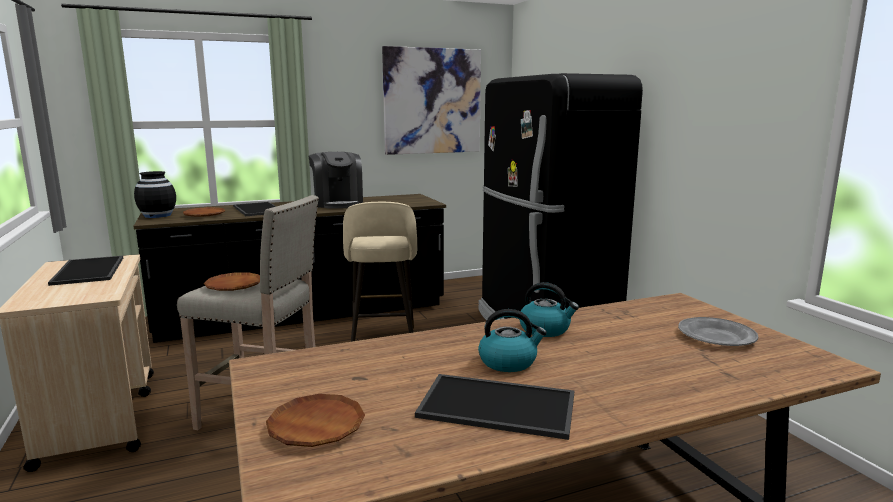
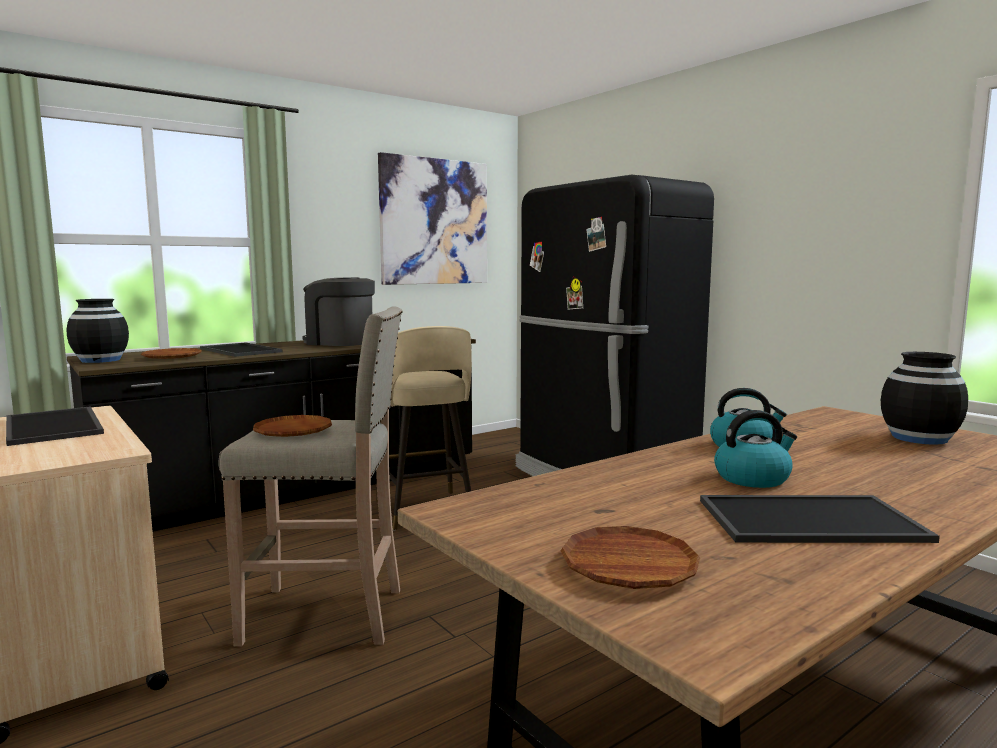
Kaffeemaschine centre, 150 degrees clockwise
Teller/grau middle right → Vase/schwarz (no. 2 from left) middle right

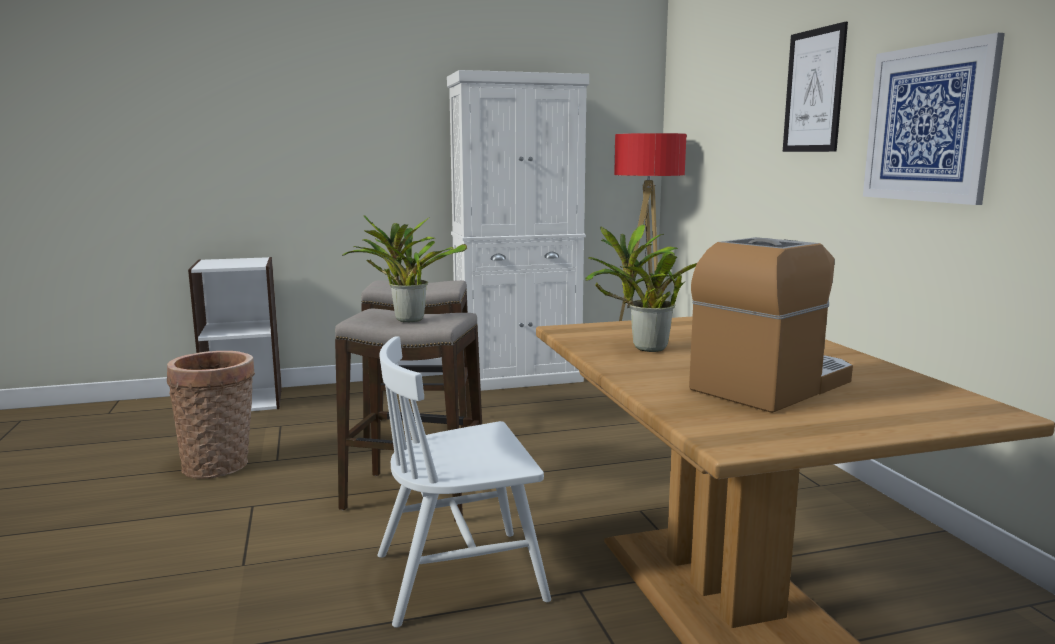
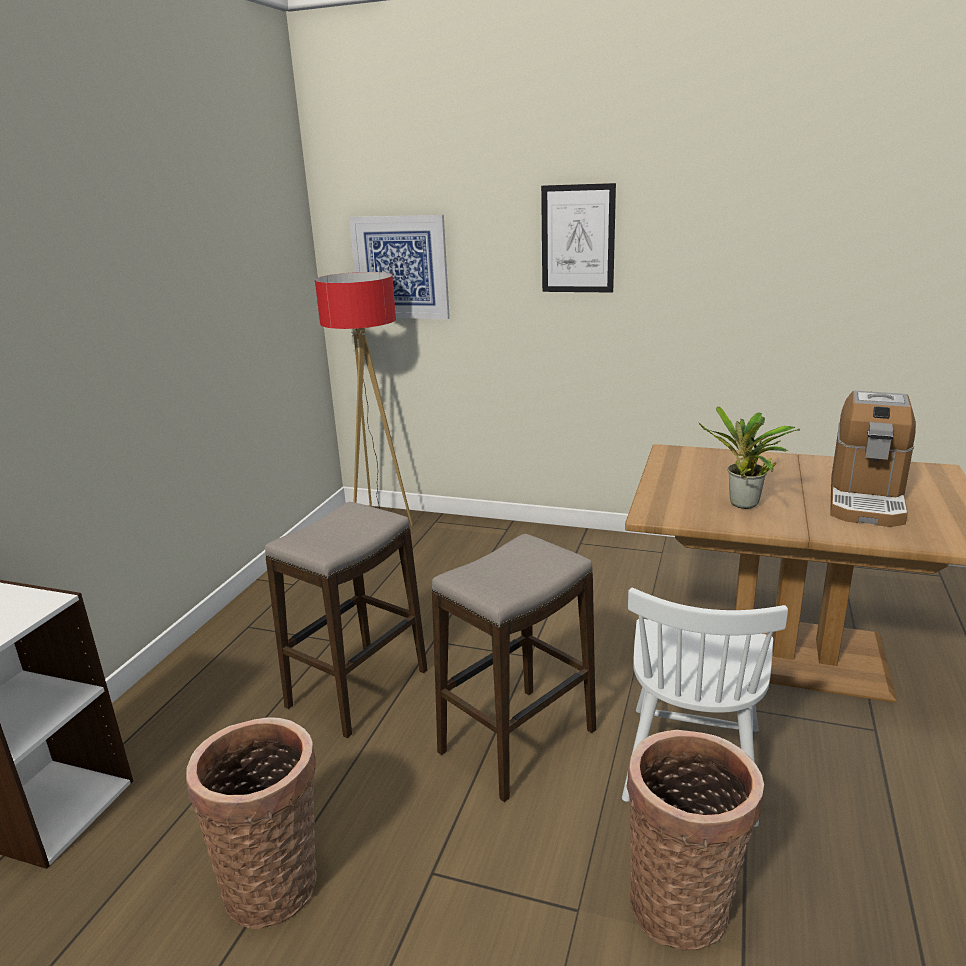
Bild (no. 2 from left in the first image) top right → Bild (no. 1 from left) top centre, shifted
Schrank/weiß centre → -
Topfpflanze (no. 1 from left) centre → -
Kaffeemaschine middle right, 150 degrees counterclockwise
- → Korb (no. 2 from left) bottom right

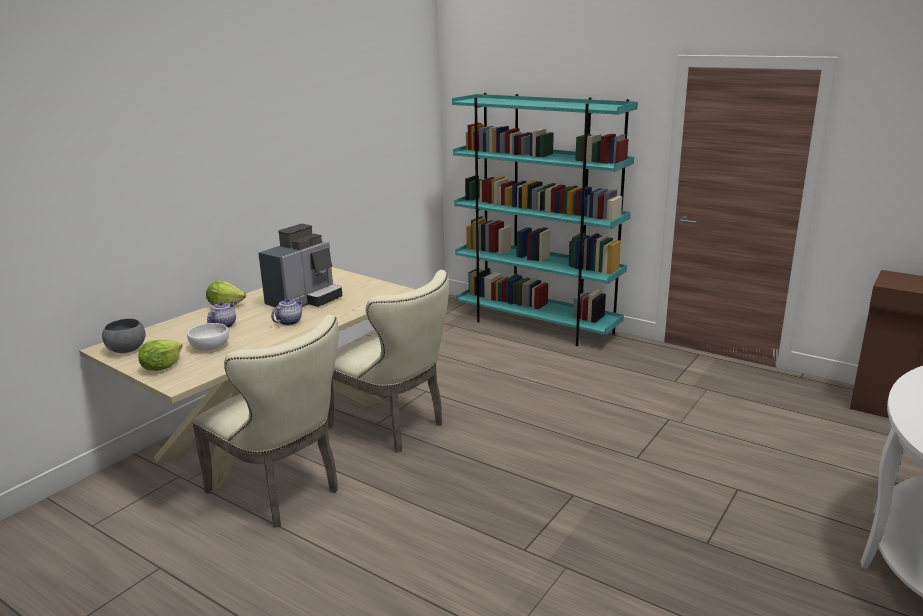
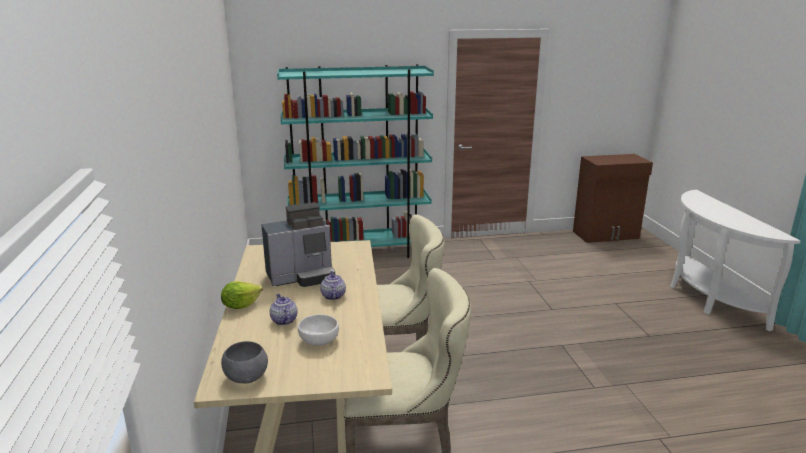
Kaffeemaschine middle left → Kaffeemaschine centre, 75 degrees clockwise
Salatkopf (no. 1 from left) middle left → -

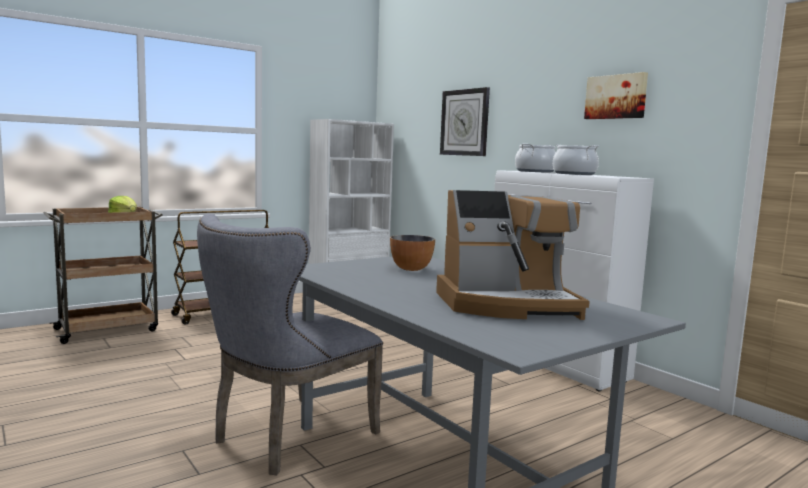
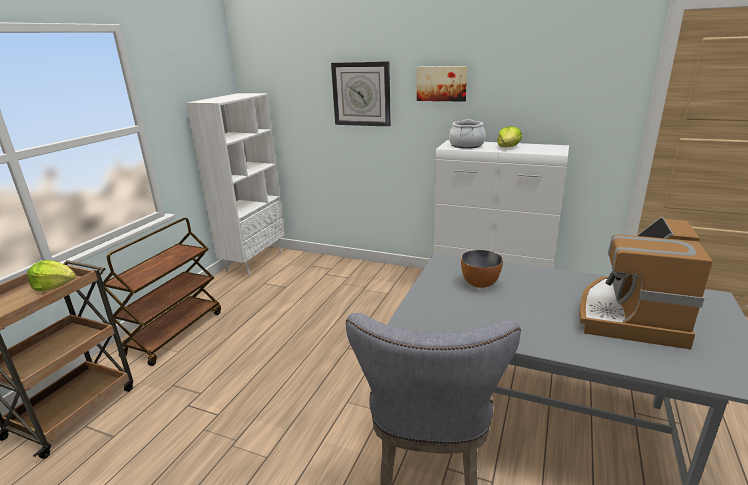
Bild top right → Bild top centre, shifted
Kochtopf (no. 2 from left) top right → Salatkopf (no. 2 from left) top right
Kaffeemaschine centre → Kaffeemaschine middle right, 150 degrees clockwise

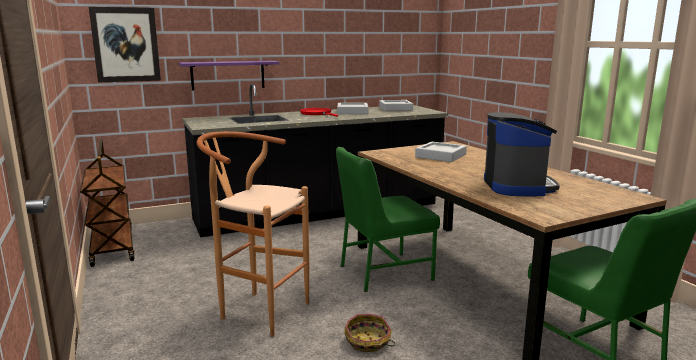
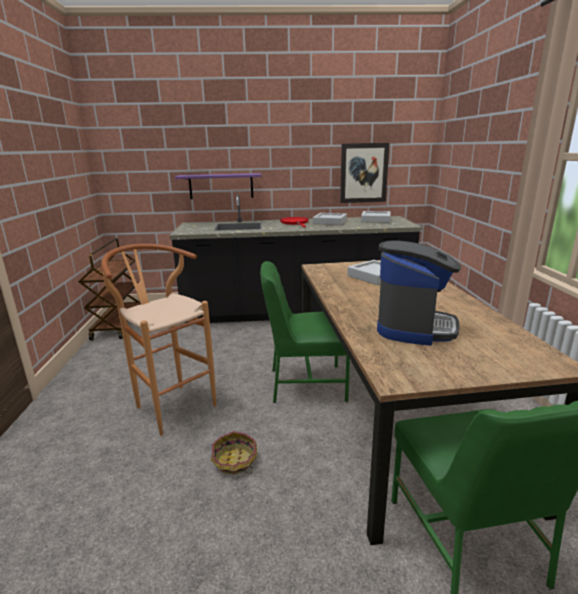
Bild top left → Bild top centre, shifted

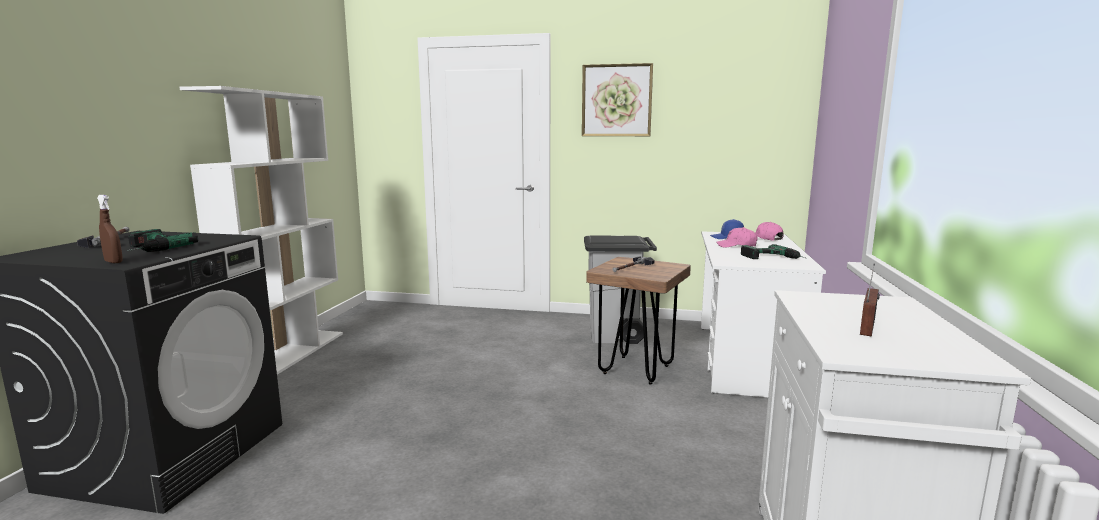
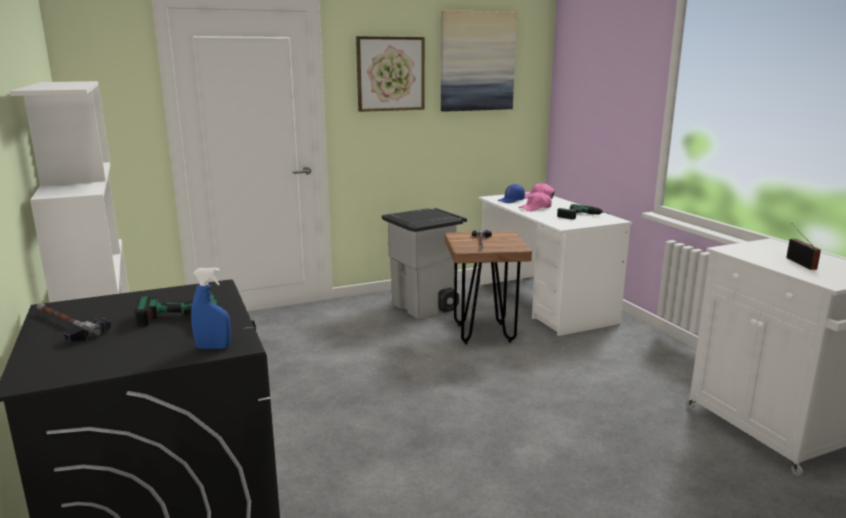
Sprühflasche/braun middle left → Sprühflasche/blau middle left
- → Bild (no. 2 from left) top centre

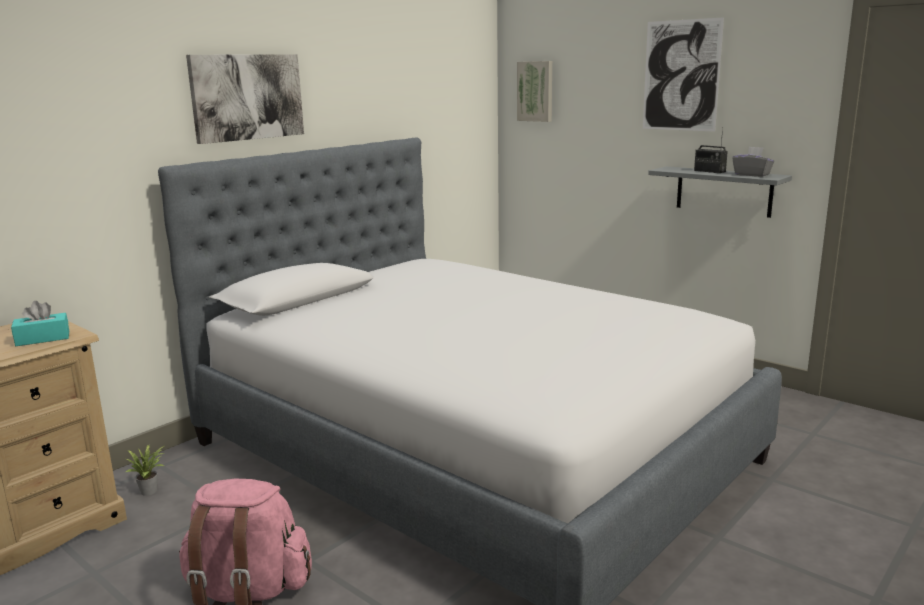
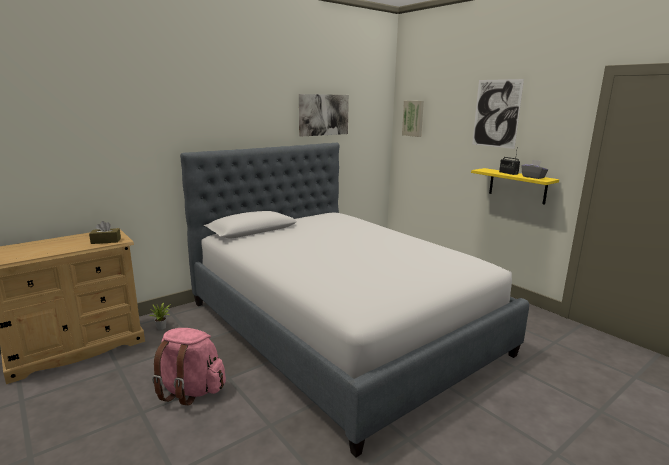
Bild (no. 1 from left) top left → Bild (no. 1 from left) top centre, shifted
Wandregal/grau top right → Wandregal/gelb middle right
Taschentuchbox/türkis middle left → Taschentuchbox/braun middle left

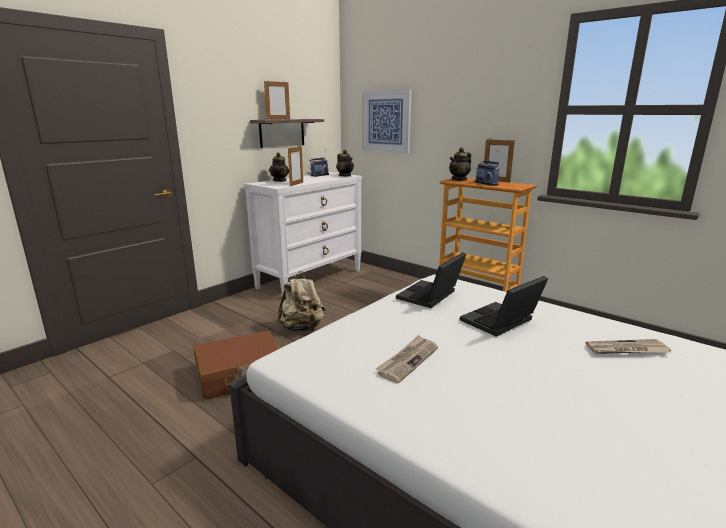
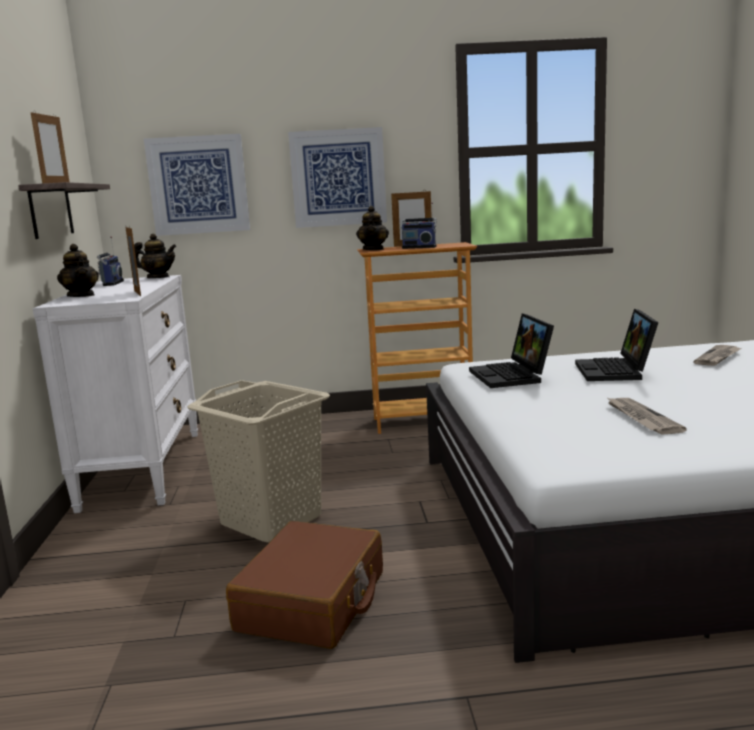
Rucksack/beige centre → Wäschekorb/beige centre
- → Bild (no. 2 from left) top centre

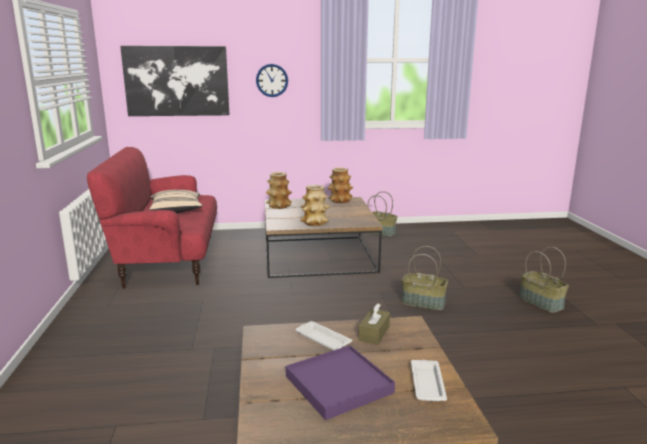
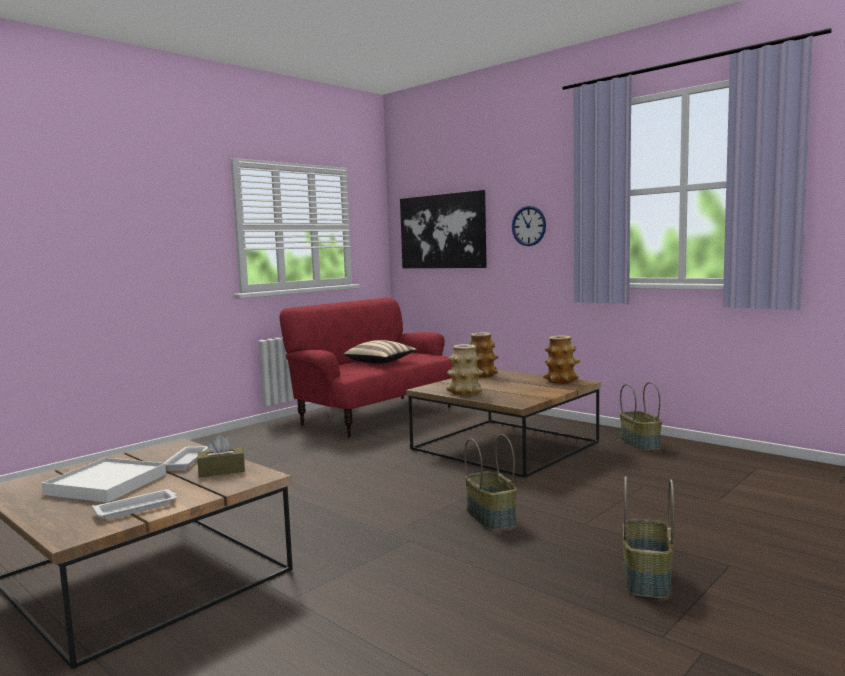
Tablett/lila bottom centre → Tablett/weiß (no. 1 from left) bottom left

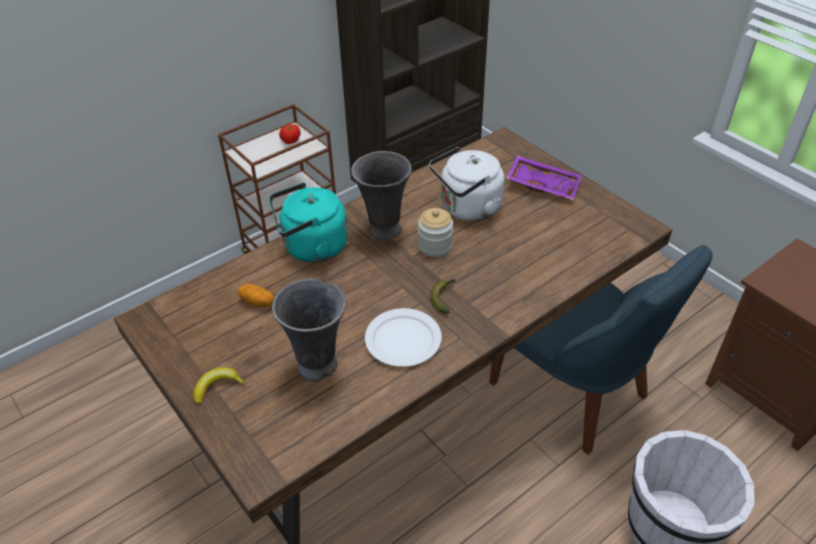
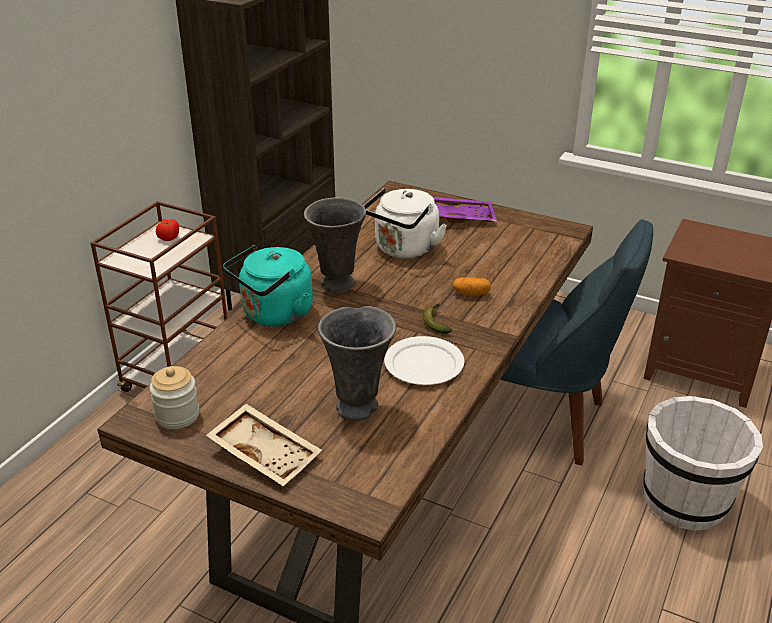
Vorratsglas centre → Vorratsglas middle left, shifted
Kartoffel middle left → Kartoffel centre, shifted
Banane (no. 1 from left) bottom left → Tablett/beige bottom centre

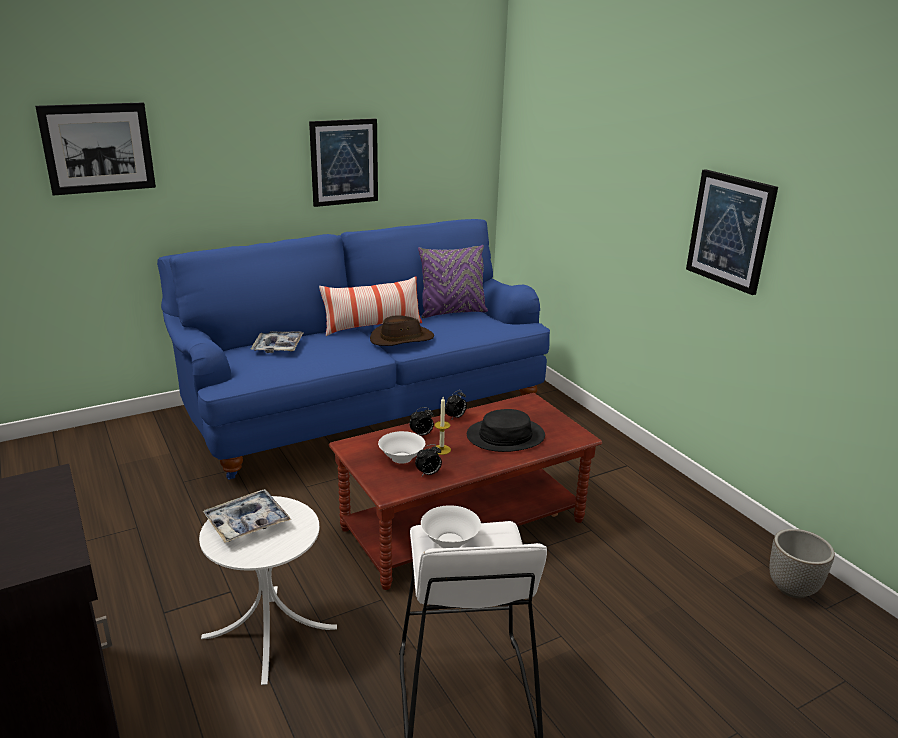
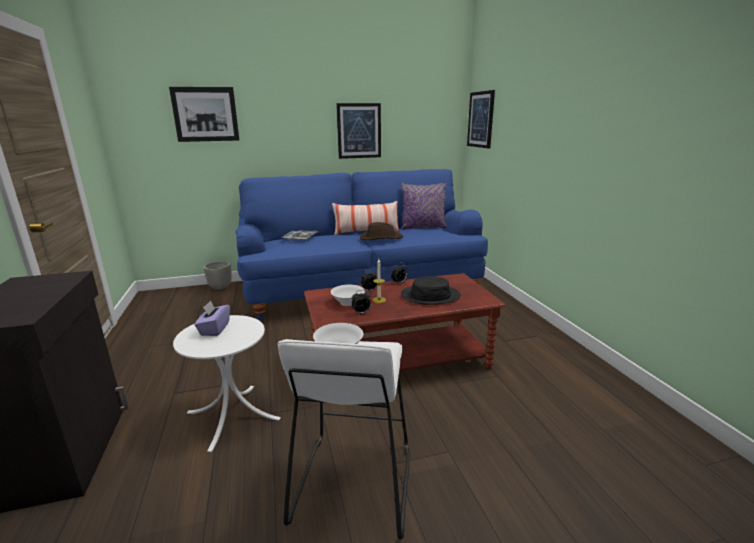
Bild (no. 3 from left) top right → Bild (no. 3 from left) top centre, shifted
Tablett (no. 1 from left) bottom left → Taschentuchbox/lila middle left
Pflanzkübel bottom right → Pflanzkübel middle left, shifted

